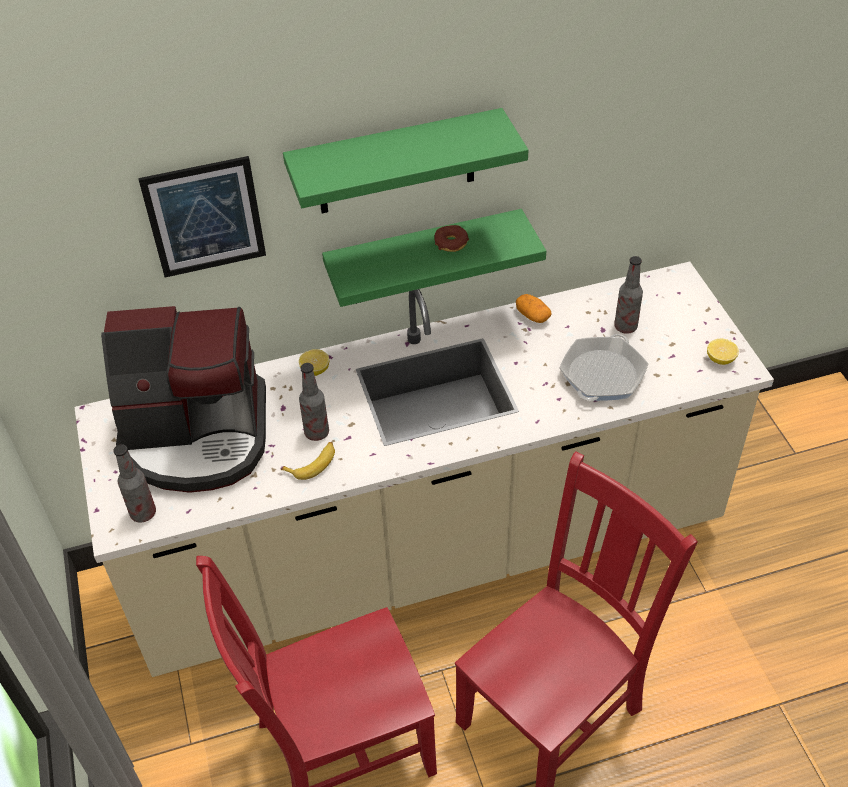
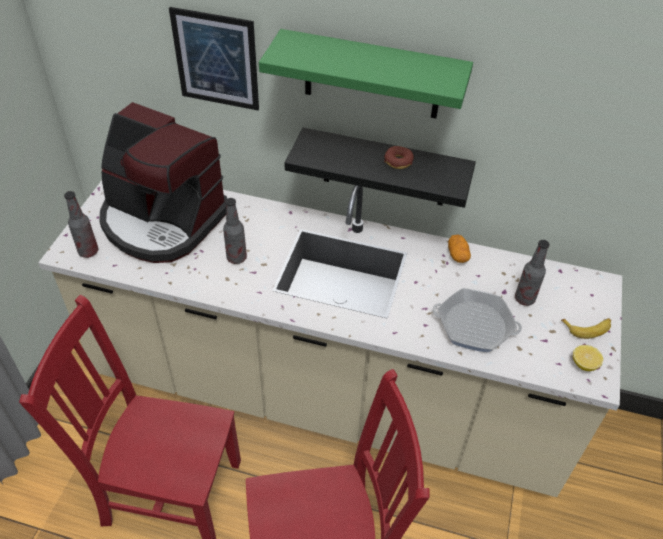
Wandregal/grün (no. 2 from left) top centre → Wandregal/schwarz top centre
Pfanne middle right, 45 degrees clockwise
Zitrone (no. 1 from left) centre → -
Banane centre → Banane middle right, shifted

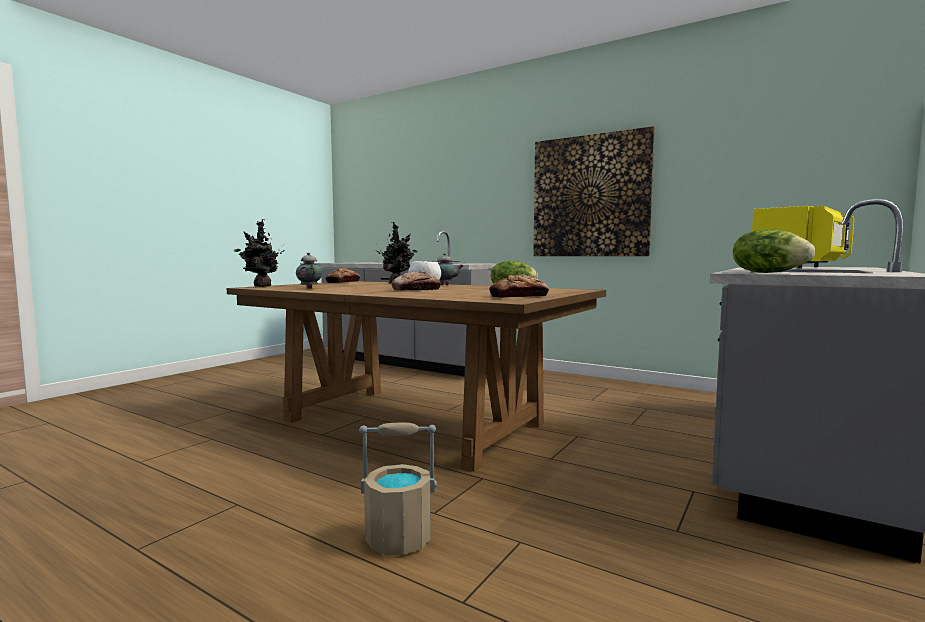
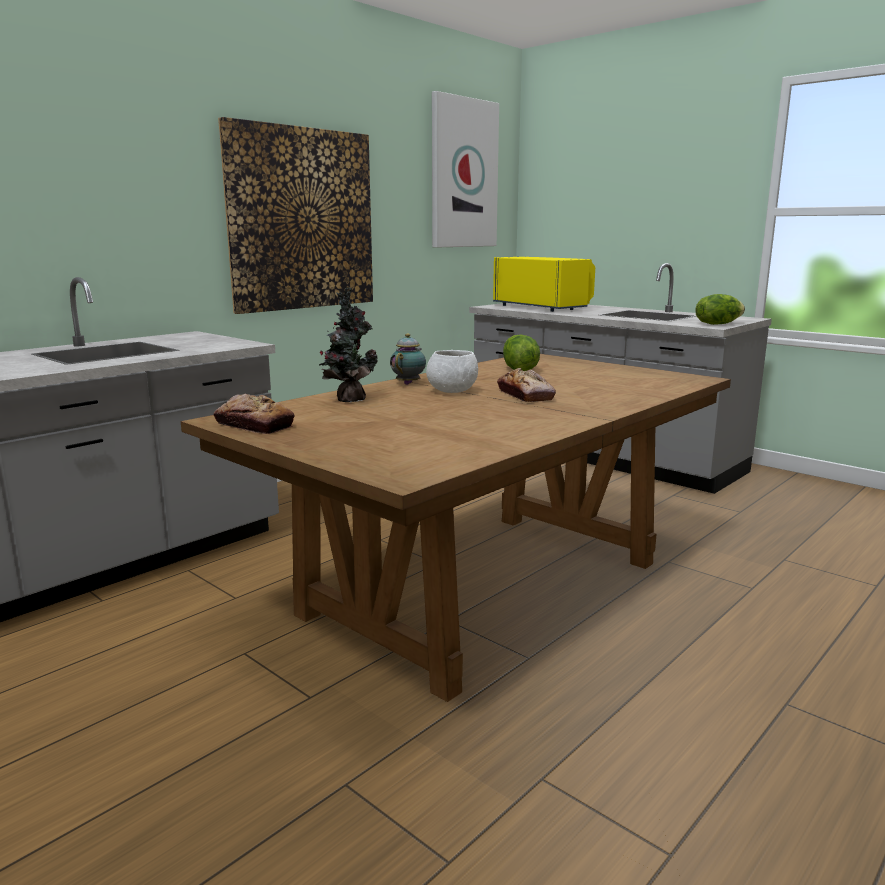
Topfpflanze (no. 1 from left) middle left → -
Teekanne (no. 1 from left) centre → -
Brot (no. 3 from left) centre → -
Eimer/beige bottom centre → -
- → Bild (no. 2 from left) top centre

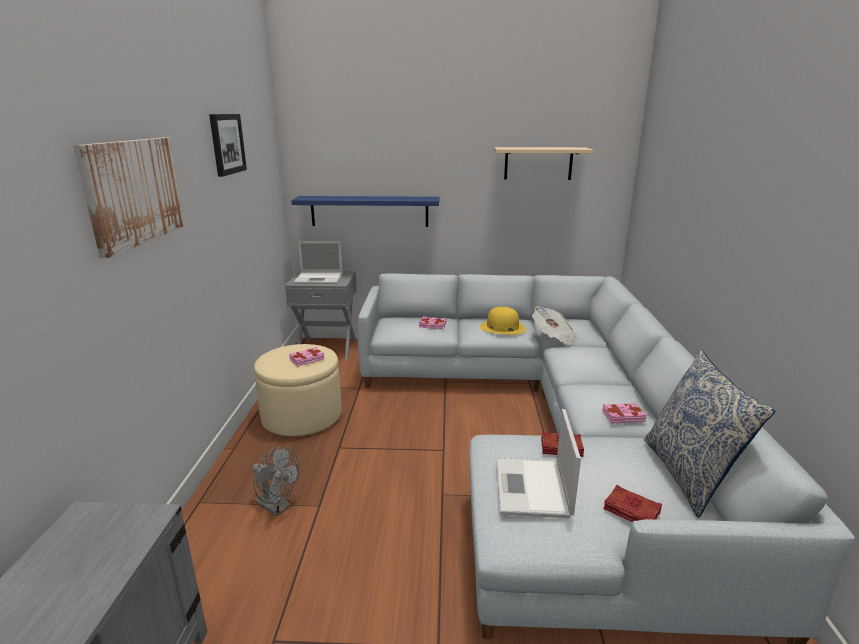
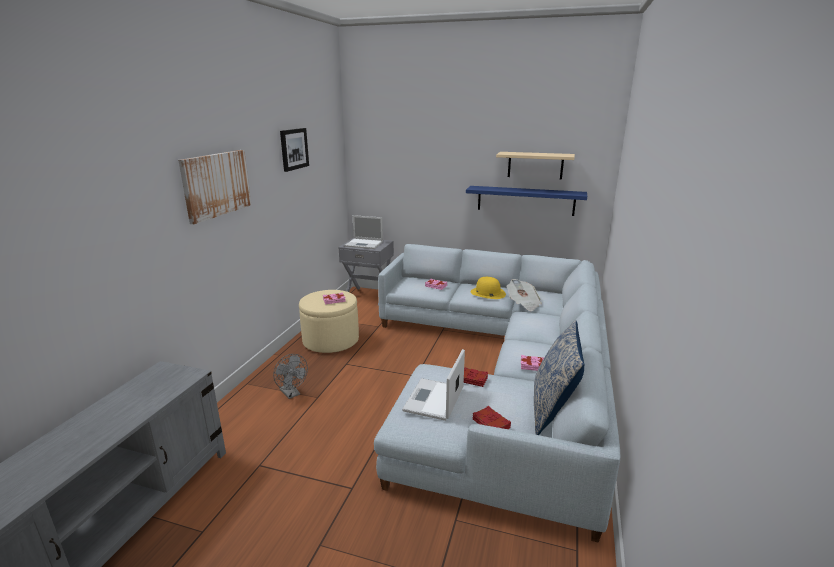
Wandregal/blau top centre → Wandregal/blau centre, shifted

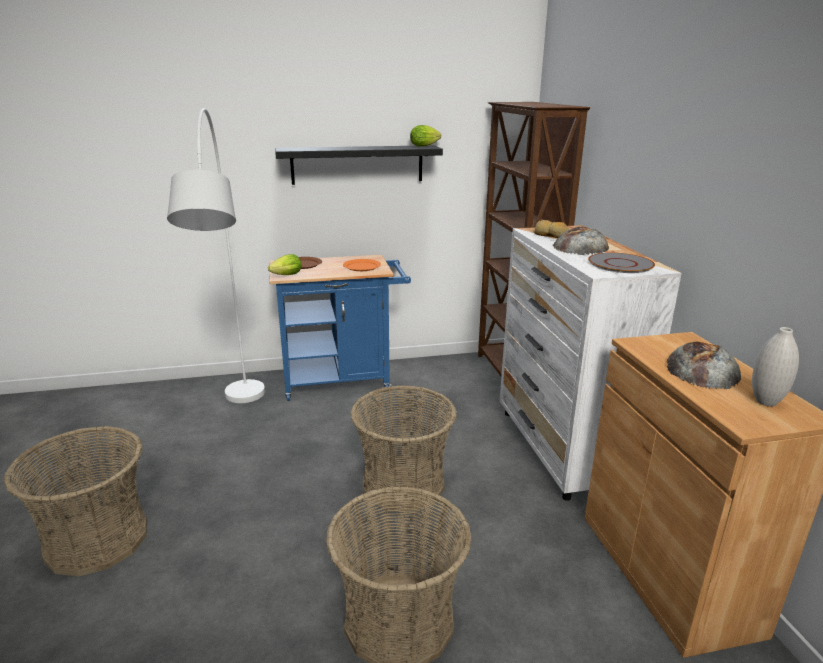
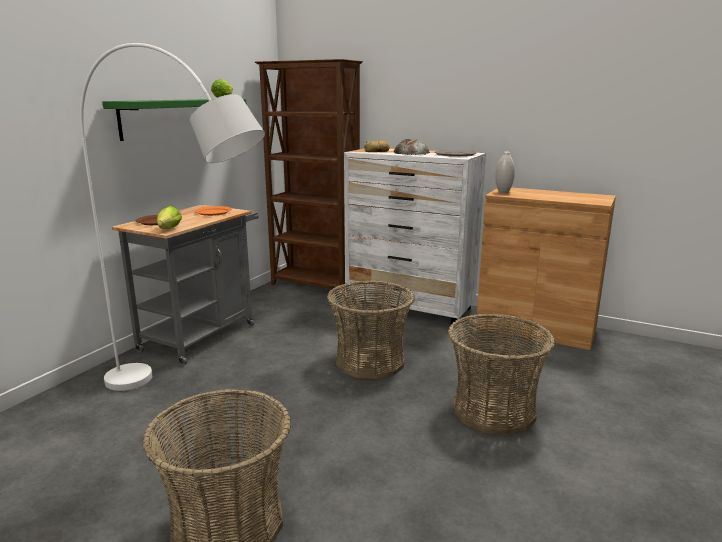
Wandregal/schwarz top centre → Wandregal/grün top left
Rollwagen/blau centre → Rollwagen/grau middle left
Vase/weiß middle right → Vase/weiß top right, shifted
Brot (no. 3 from left) middle right → -

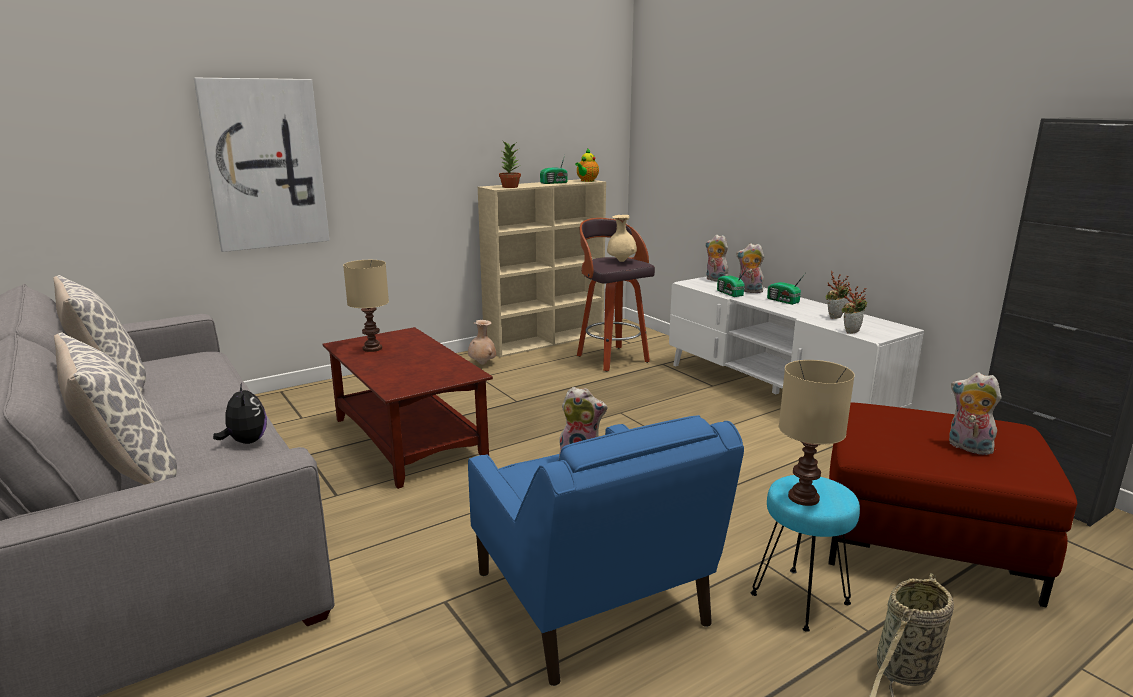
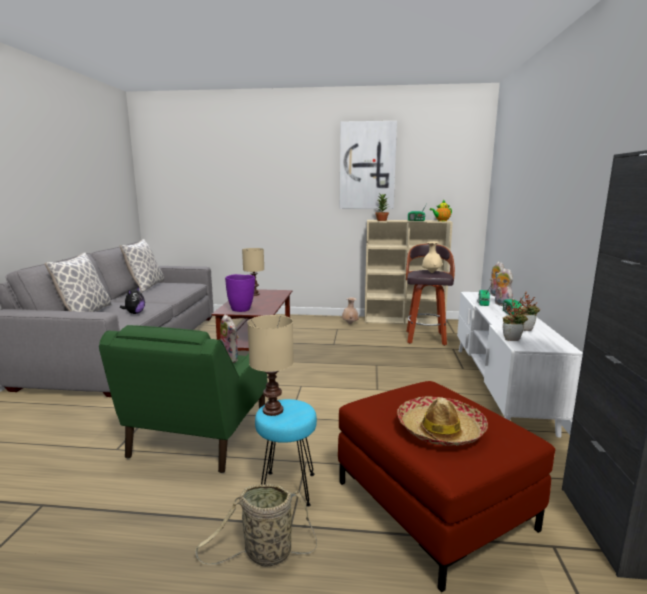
Bild top left → Bild top centre, shifted
Plüschtier (no. 5 from left) middle right → Hut bottom right
Sessel/blau bottom centre → Sessel/grün bottom left
- → Vase/lila centre

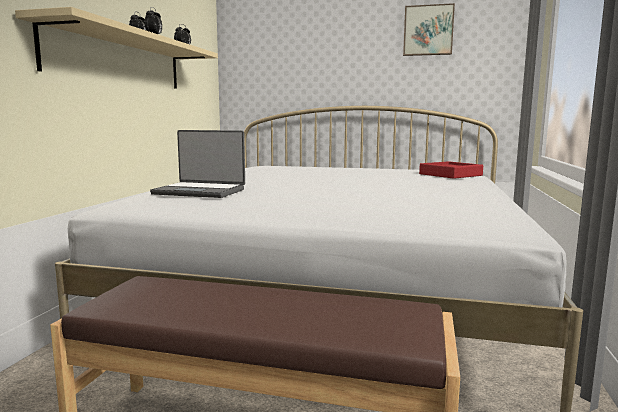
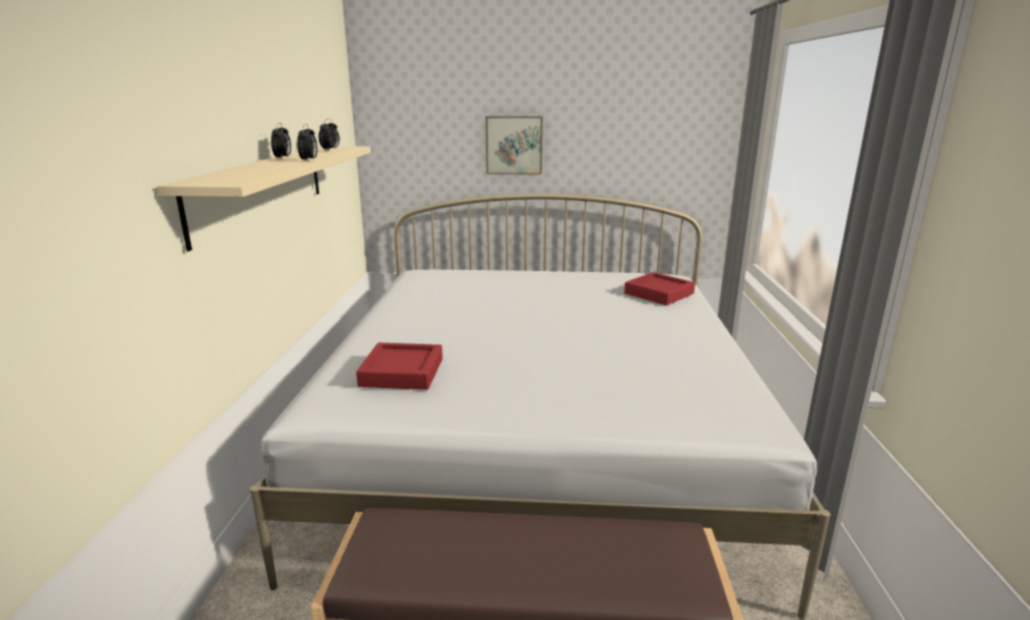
Bild top right → Bild top centre, shifted
Laptop middle left → Tablett/rot (no. 1 from left) centre

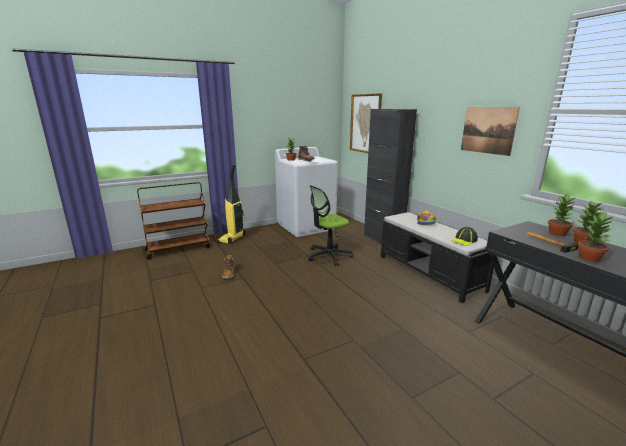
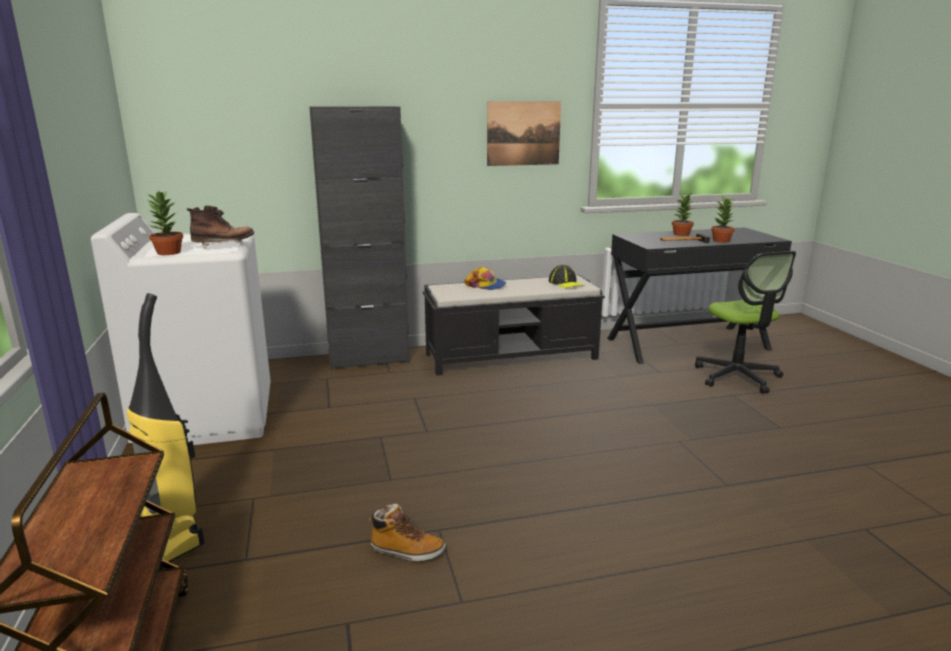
Bild (no. 1 from left) top centre → -
Bürostuhl centre → Bürostuhl middle right, shifted
Topfpflanze (no. 2 from left) middle right → -

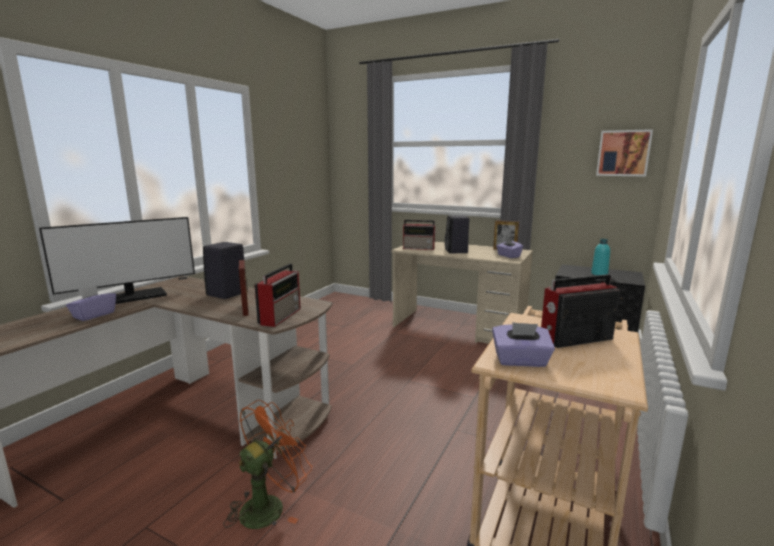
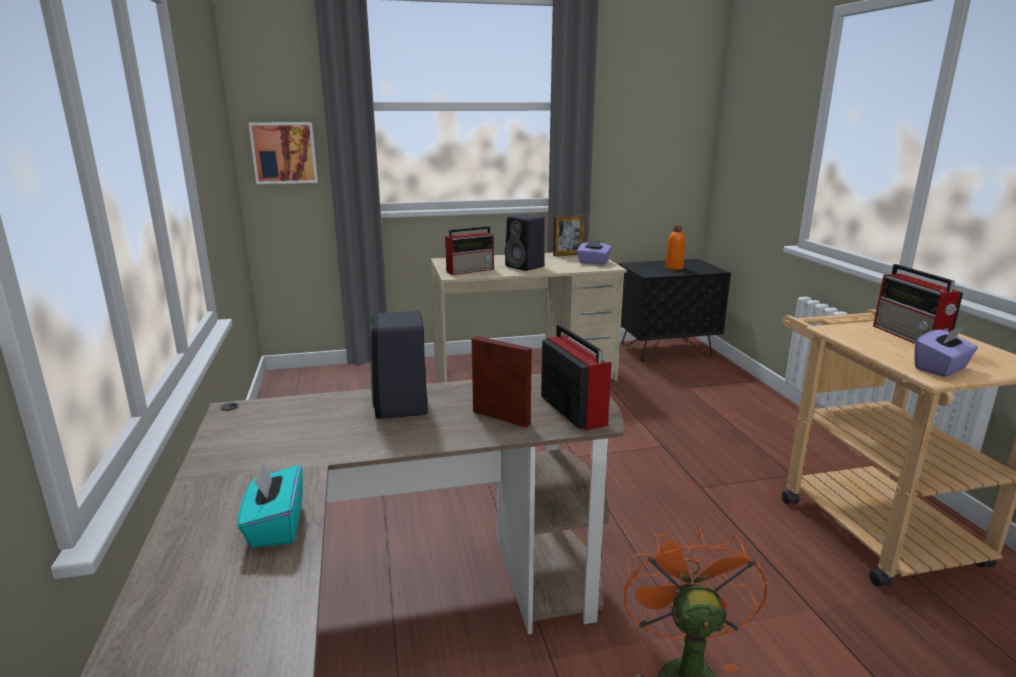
Bild top right → Bild top left, shifted
Monitor middle left → -
Flasche/türkis middle right → Flasche/orange centre
Radio (no. 3 from left) middle right, 45 degrees counterclockwise
Taschentuchbox/lila (no. 1 from left) middle left → Taschentuchbox/türkis bottom left

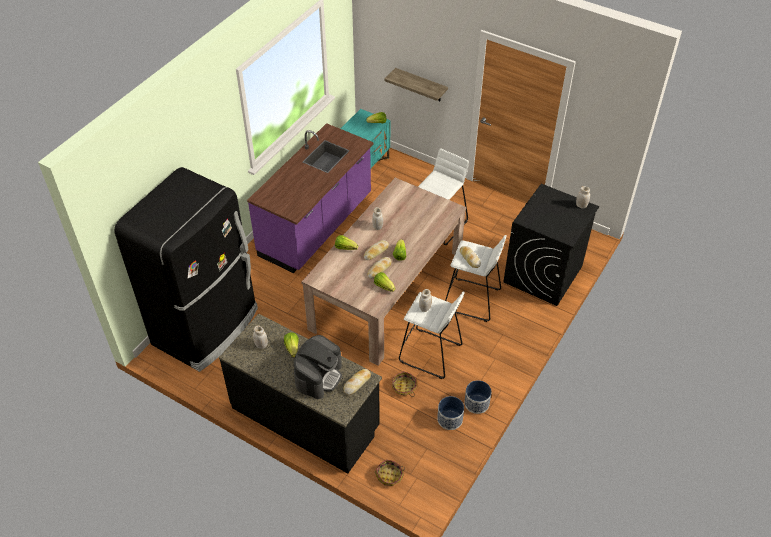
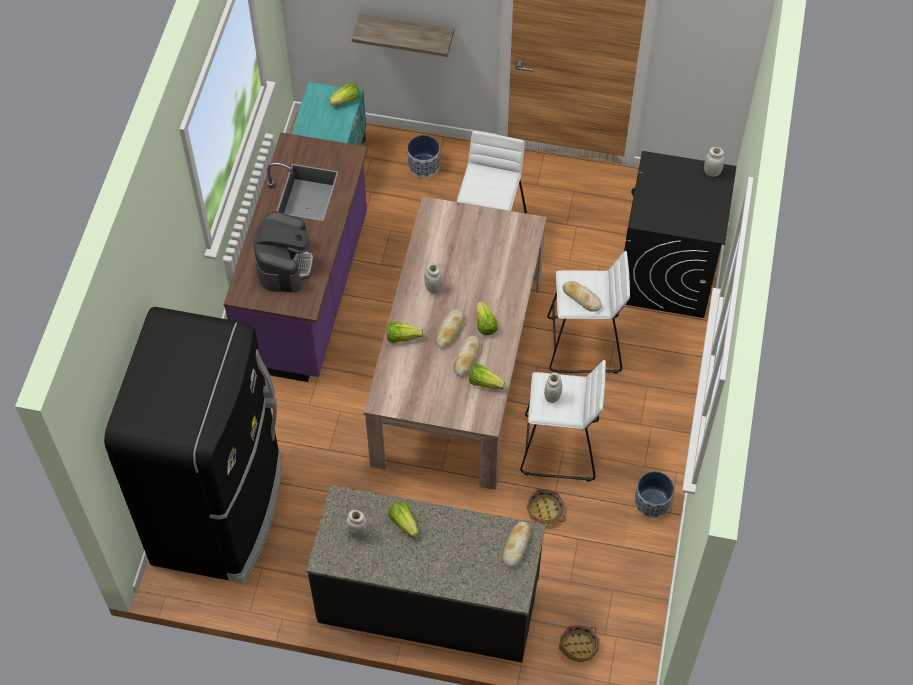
Kaffeemaschine bottom centre → Kaffeemaschine middle left, shifted
Pflanzkübel (no. 1 from left) bottom centre → Pflanzkübel (no. 1 from left) top centre, shifted

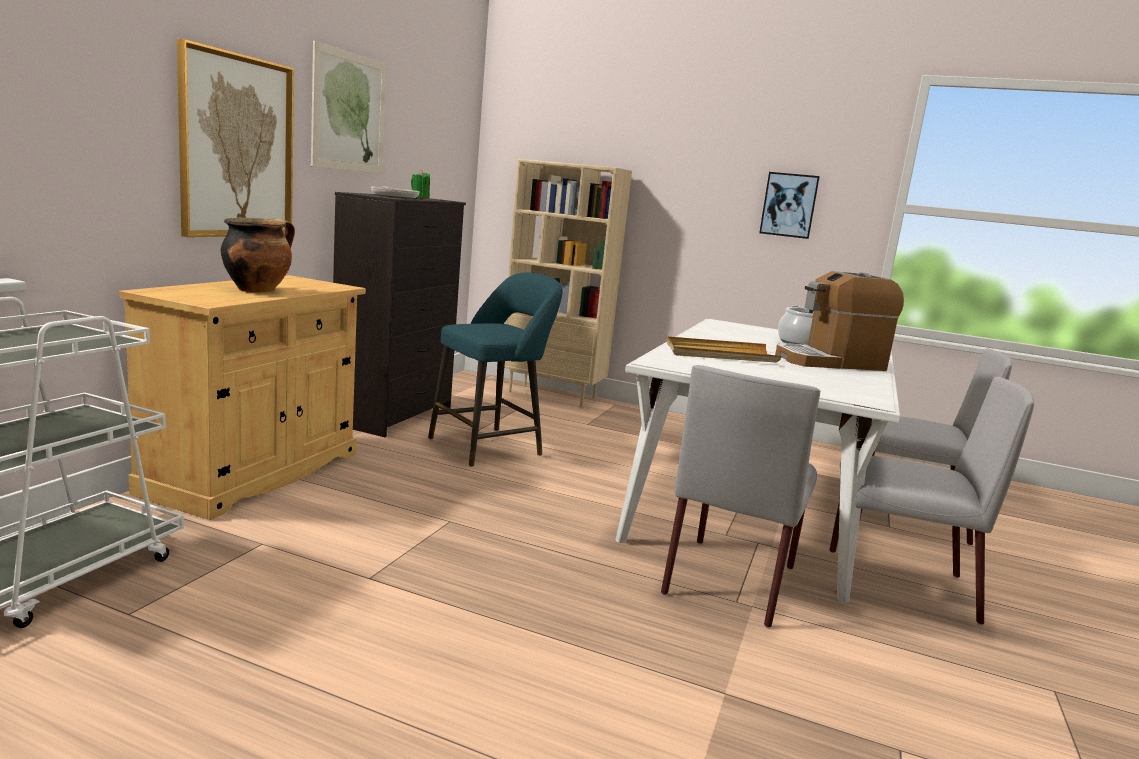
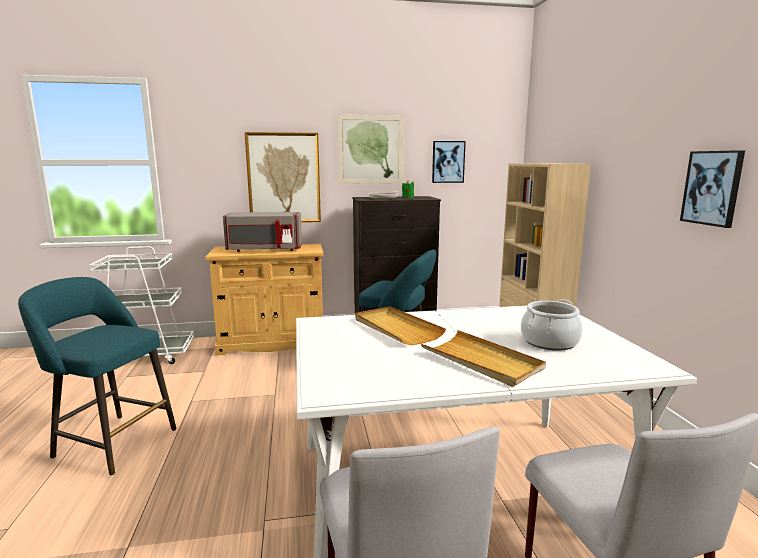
Kochtopf (no. 1 from left) middle left → Mikrowelle/grau centre
Kaffeemaschine middle right → Tablett/beige (no. 2 from left) centre
Stuhl/grau (no. 1 from left) centre → -
- → Bild (no. 3 from left) top centre
- → Hocker/türkis (no. 1 from left) bottom left

